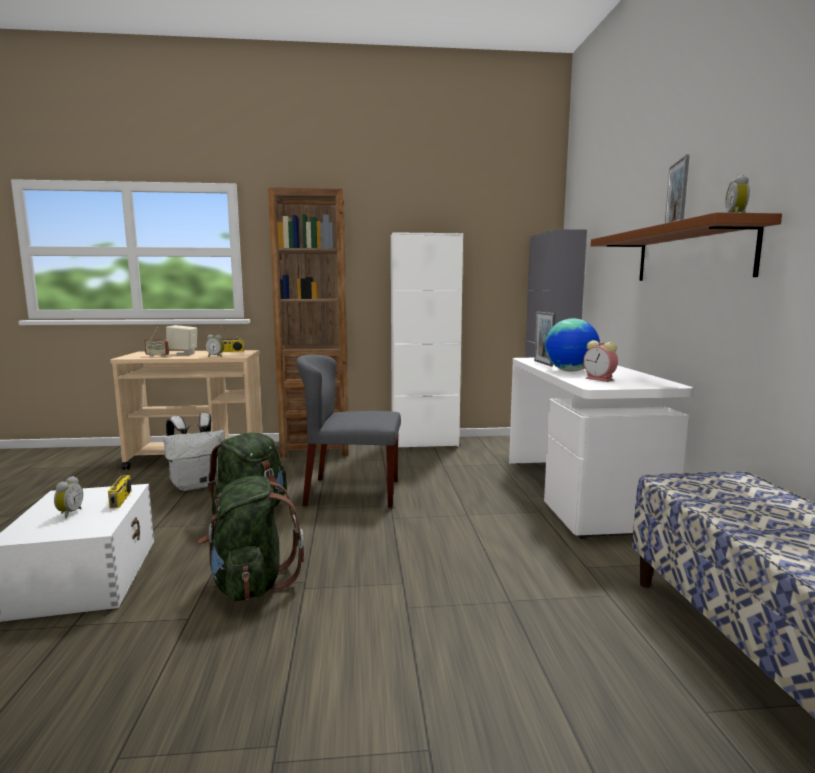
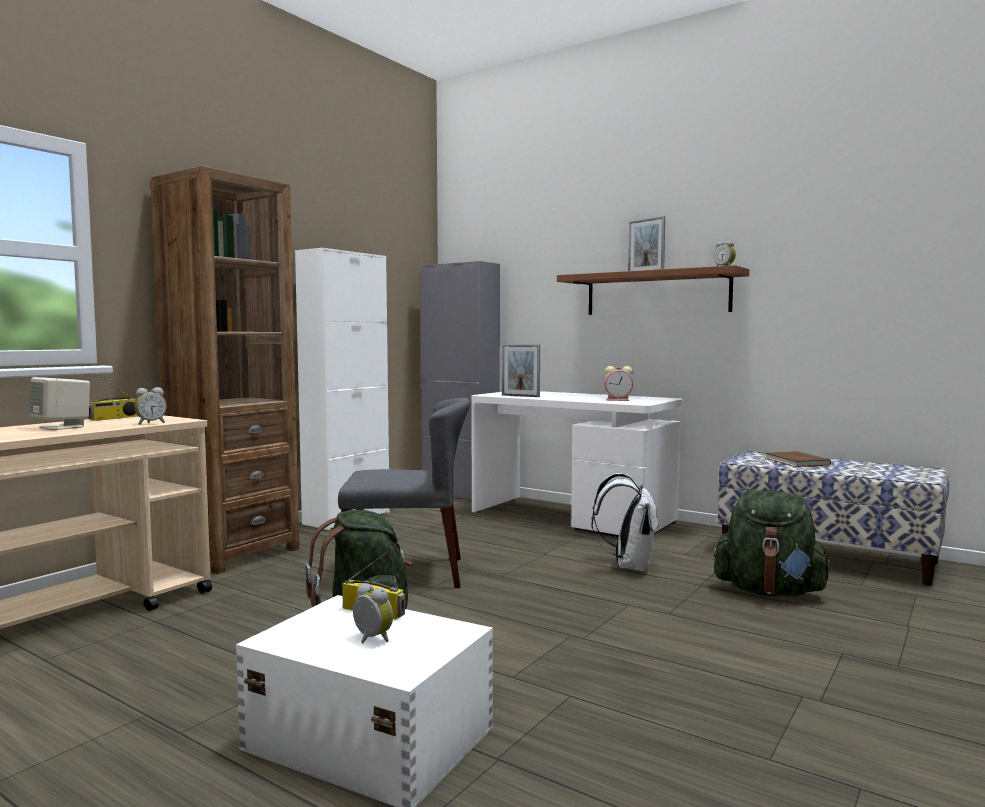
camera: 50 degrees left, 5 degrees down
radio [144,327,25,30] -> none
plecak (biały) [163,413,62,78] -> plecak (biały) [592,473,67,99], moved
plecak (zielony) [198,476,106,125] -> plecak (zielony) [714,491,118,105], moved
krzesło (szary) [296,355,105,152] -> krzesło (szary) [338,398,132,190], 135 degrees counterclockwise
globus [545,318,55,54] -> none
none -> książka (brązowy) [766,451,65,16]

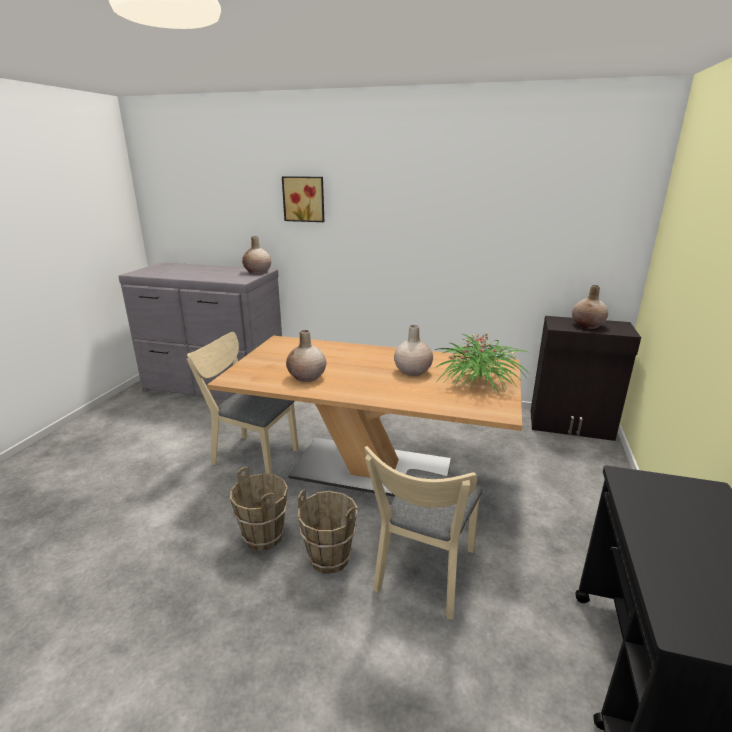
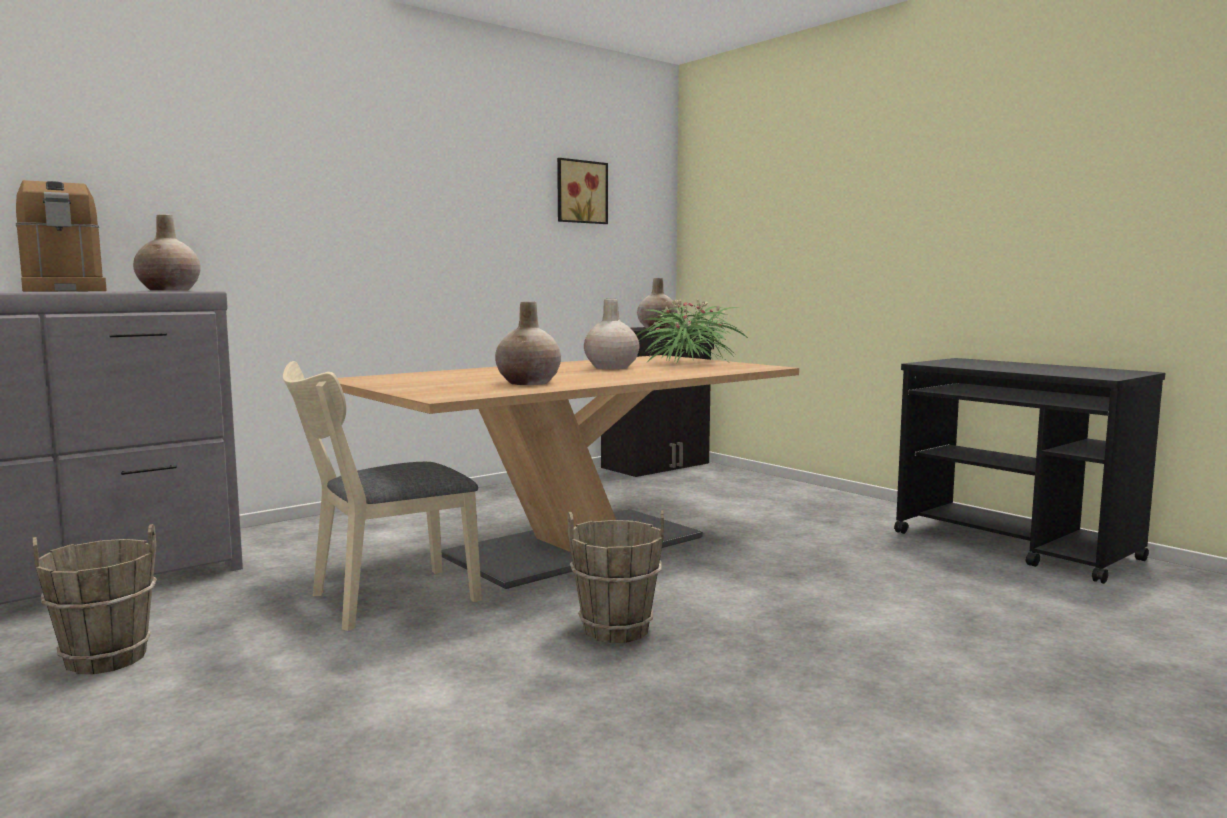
camera: 55 degrees left, 15 degrees down
obraz [282,176,42,46] -> obraz [557,158,51,66], moved
wiadro (brązowy) [298,490,60,84] -> wiadro (brązowy) [33,524,124,150], moved
krzesło (beżowy) [364,446,118,173] -> none
none -> ekspres do kawy [16,180,91,112]

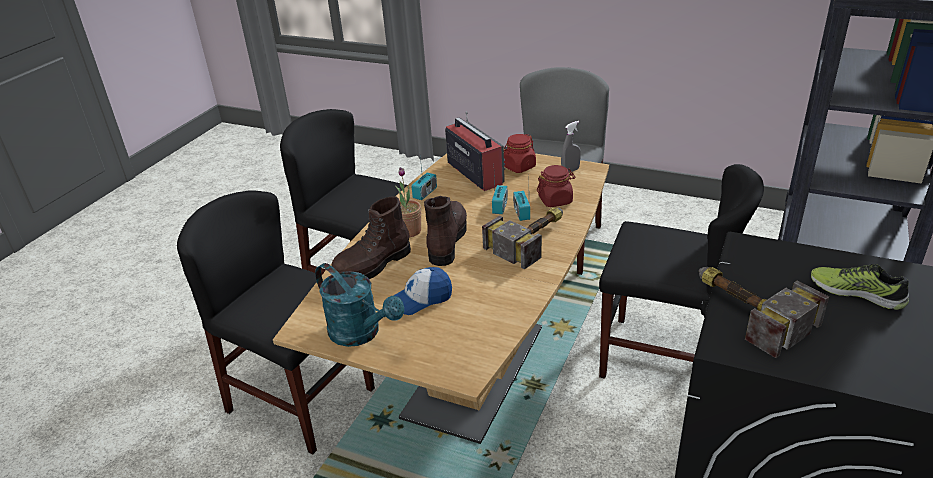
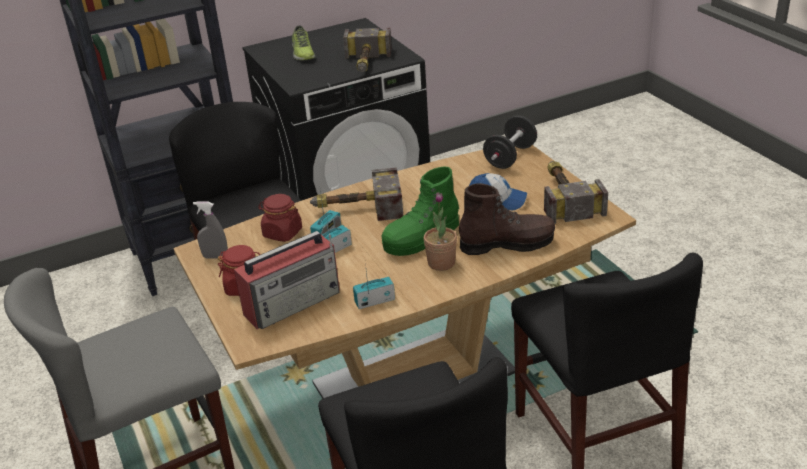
camera: 140 degrees left, 0 degrees up
konewka (turkusowy) [315,263,89,84] -> młotek [544,161,64,63]
but z cholewką (brązowy) [424,196,43,70] -> but z cholewką (zielony) [381,166,78,90]
radio [445,111,60,80] -> radio [234,231,106,98], 135 degrees counterclockwise
none -> hantel (czarny) [483,116,54,53]

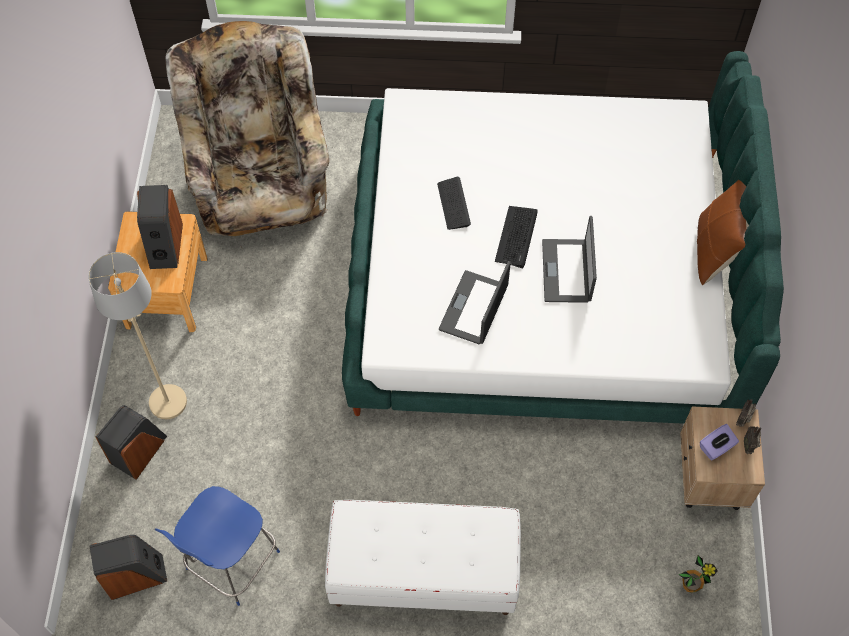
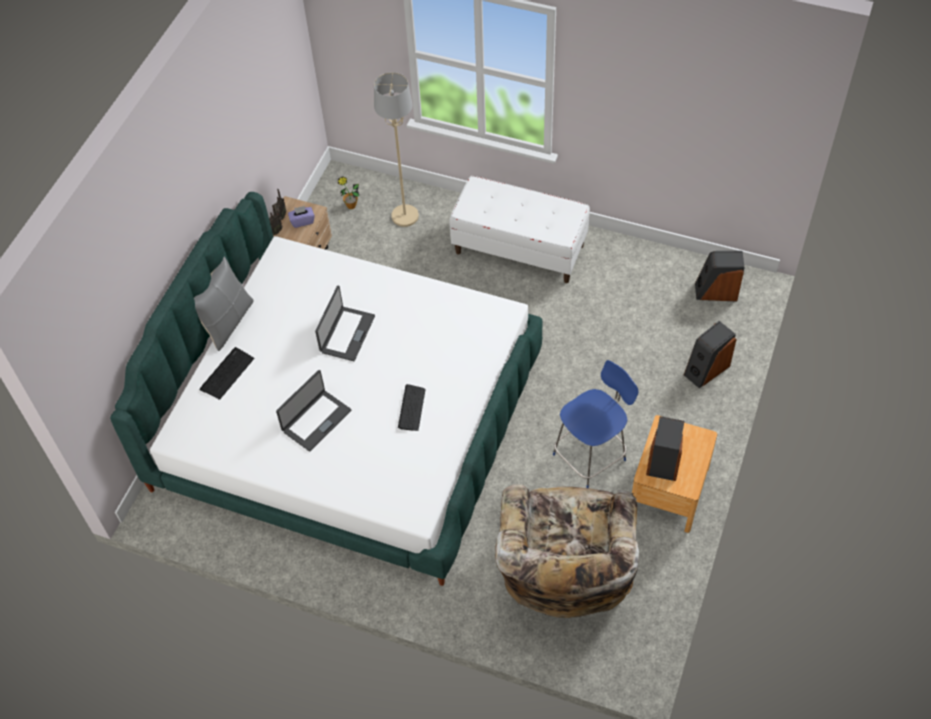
camera: 160 degrees left, 5 degrees down
lampa stojąca (beżowy) [88,252,99,167] -> lampa stojąca (beżowy) [374,72,45,155], moved
krzesło (niebieski) [155,486,125,120] -> krzesło (niebieski) [553,360,86,128], moved
laptop [439,261,72,83] -> laptop [276,370,75,81], moved
klawiatura [495,206,42,62] -> klawiatura [199,347,55,53], moved
poduszka (brązowy) [697,180,52,105] -> poduszka (szary) [194,256,60,95]

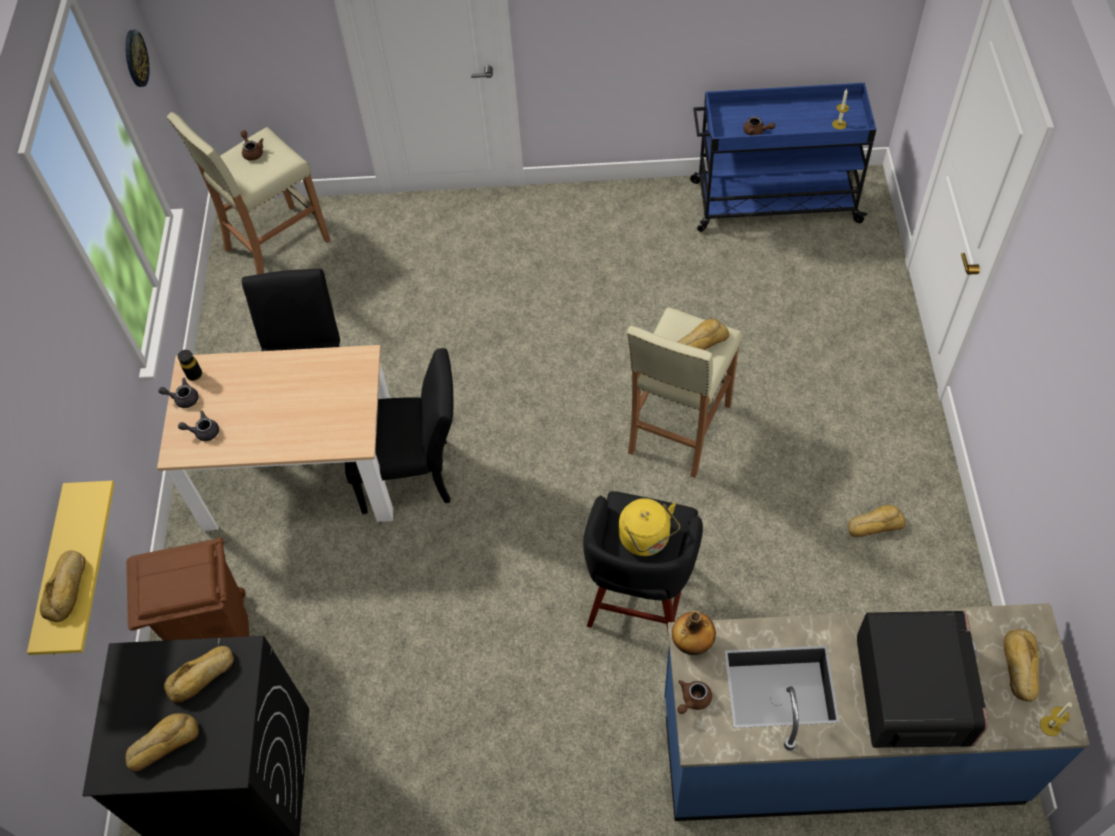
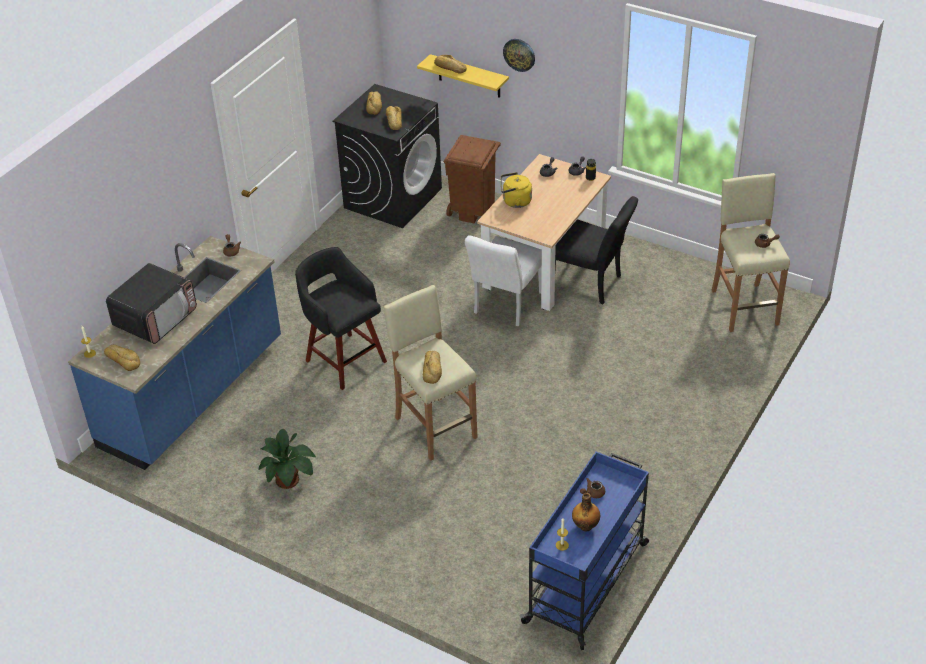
camera: 120 degrees right, 15 degrees down
zegar ścienny [125,29,24,58] -> zegar ścienny [503,39,32,33], moved
krzesło (czarny) [345,348,108,166] -> krzesło (biały) [465,235,77,91]
czajnik (żółty) [619,498,61,58] -> czajnik (żółty) [501,172,31,36], moved
butelka [672,611,44,44] -> butelka [572,493,28,39], moved
chleb [848,505,58,32] -> roślina doniczkowa [258,429,58,60]
mikrofalówka [857,611,131,137] -> mikrofalówka [106,263,91,81], 90 degrees counterclockwise

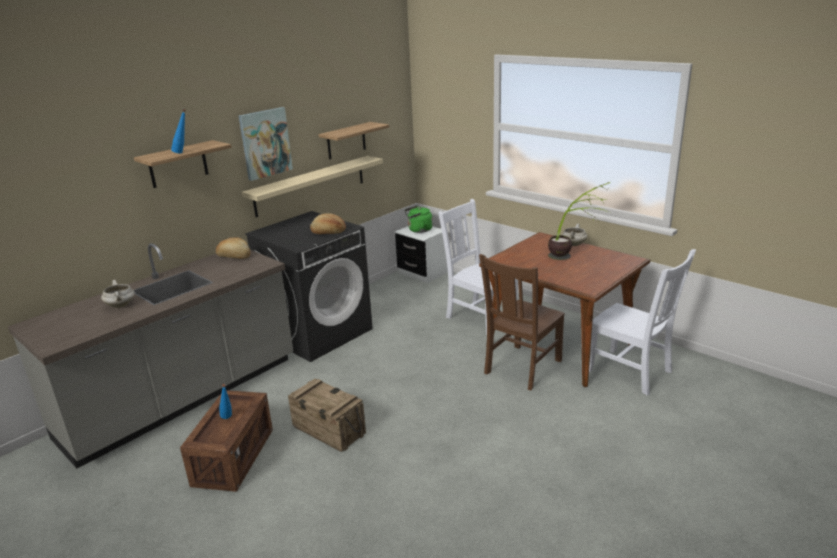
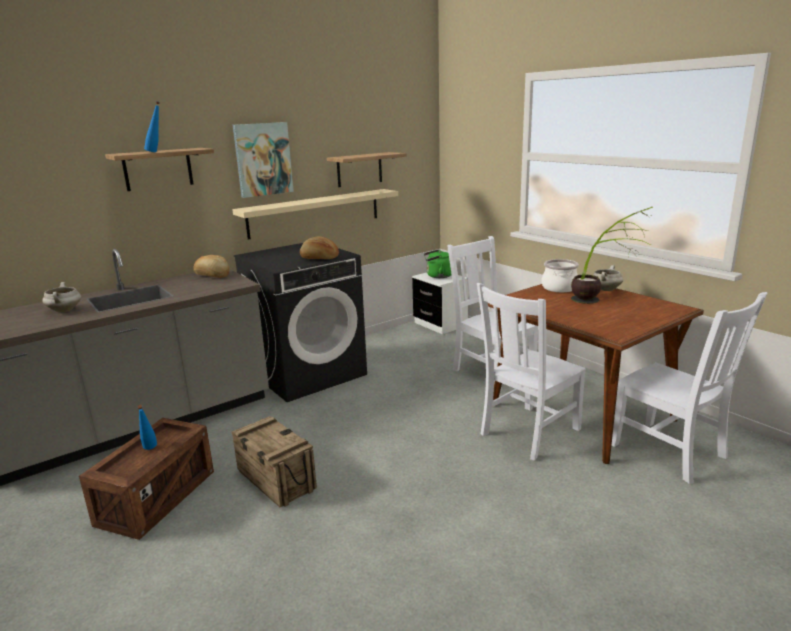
camera: 10 degrees right, 5 degrees down
krzesło (brązowy) [479,254,86,136] -> krzesło (biały) [477,283,109,178]
none -> garnek [542,259,37,33]

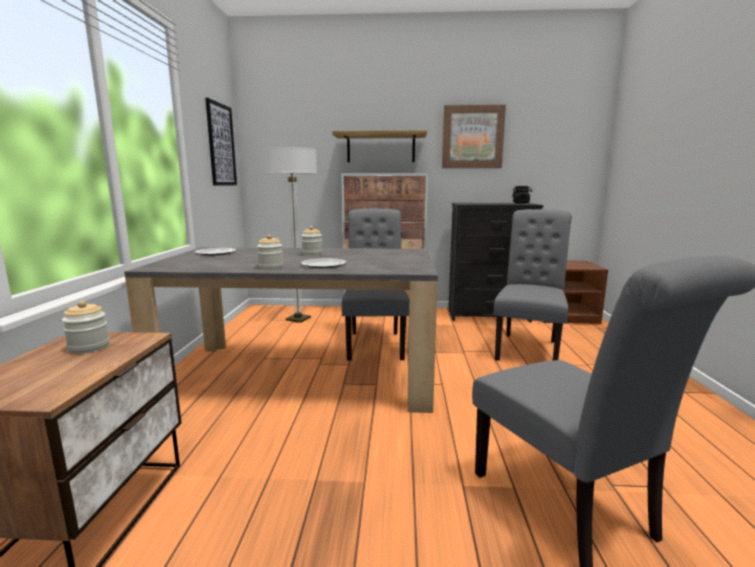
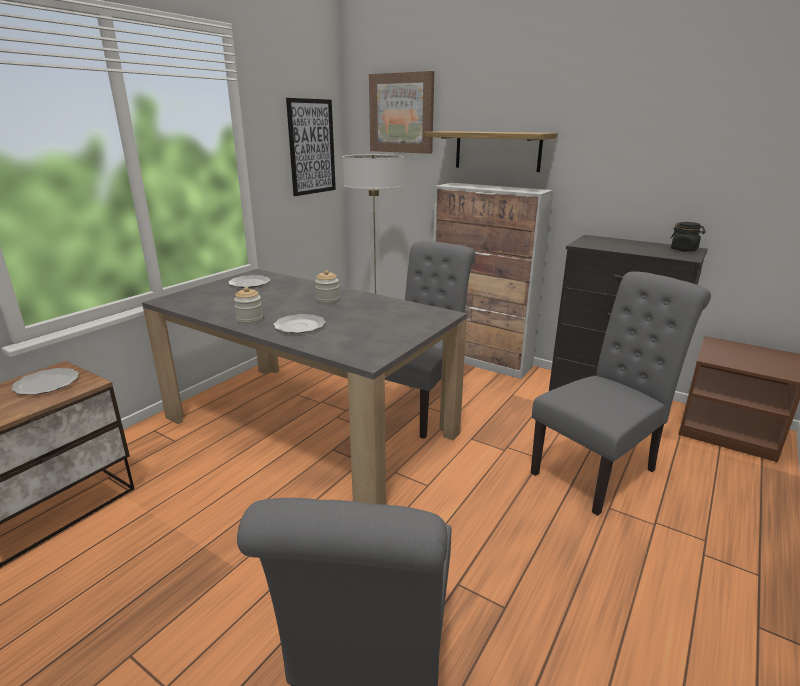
camera: 30 degrees right, 10 degrees up
słoik [62,301,48,53] -> talerz [11,368,68,27]
obraz [442,105,64,63] -> obraz [369,71,65,83], moved

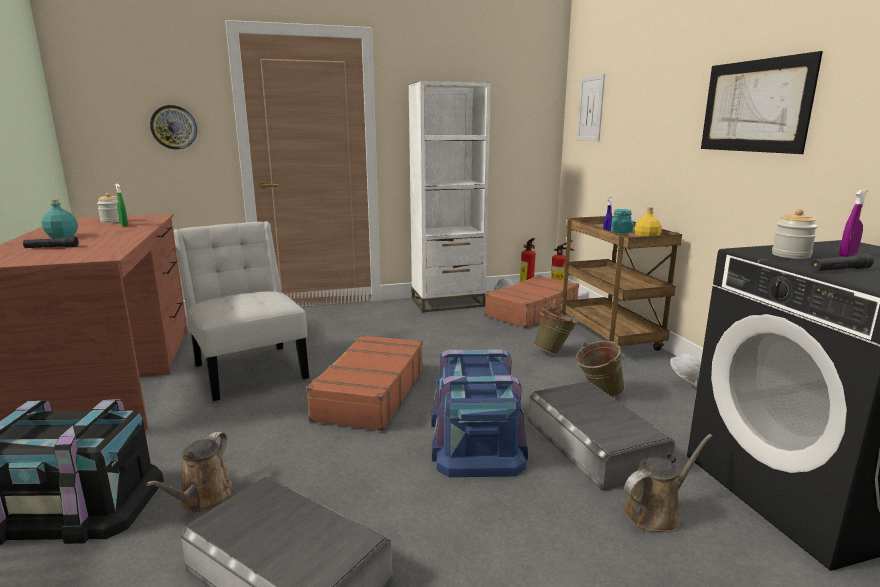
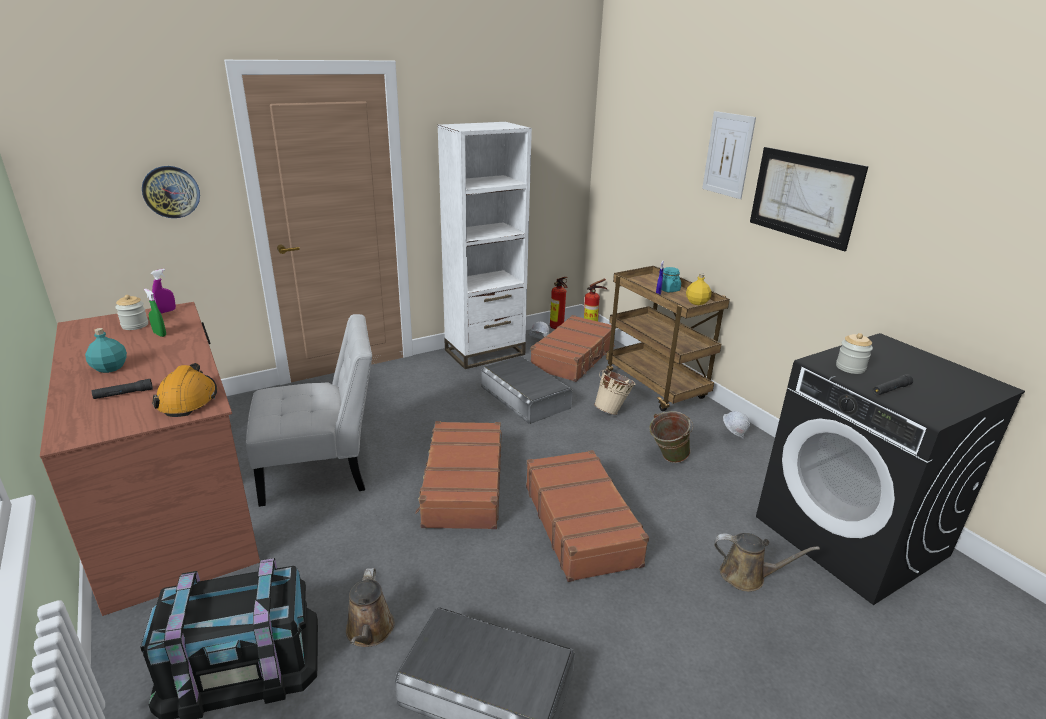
camera: 15 degrees left, 10 degrees up
krzesło (biały) [173,221,136,180] -> krzesło (biały) [246,314,126,193], 120 degrees clockwise
pojemnik do przechowywania (niebieski) [431,349,97,128] -> walizka (brązowy) [526,450,123,132]
pojemnik do przechowywania (szary) [528,381,147,110] -> pojemnik do przechowywania (szary) [481,356,92,68], moved
wiadro (zielony) [534,307,44,47] -> wiadro (beżowy) [594,368,42,47]
obraz [577,74,28,67] -> obraz [702,111,54,88], moved
konewka (brązowy) [623,434,89,98] -> konewka (brązowy) [714,533,106,59], 60 degrees clockwise
spryskiwacz (fioletowy) [839,189,29,68] -> spryskiwacz (fioletowy) [150,269,26,45], moved
none -> kask (pomarańczowy) [152,363,65,54]

